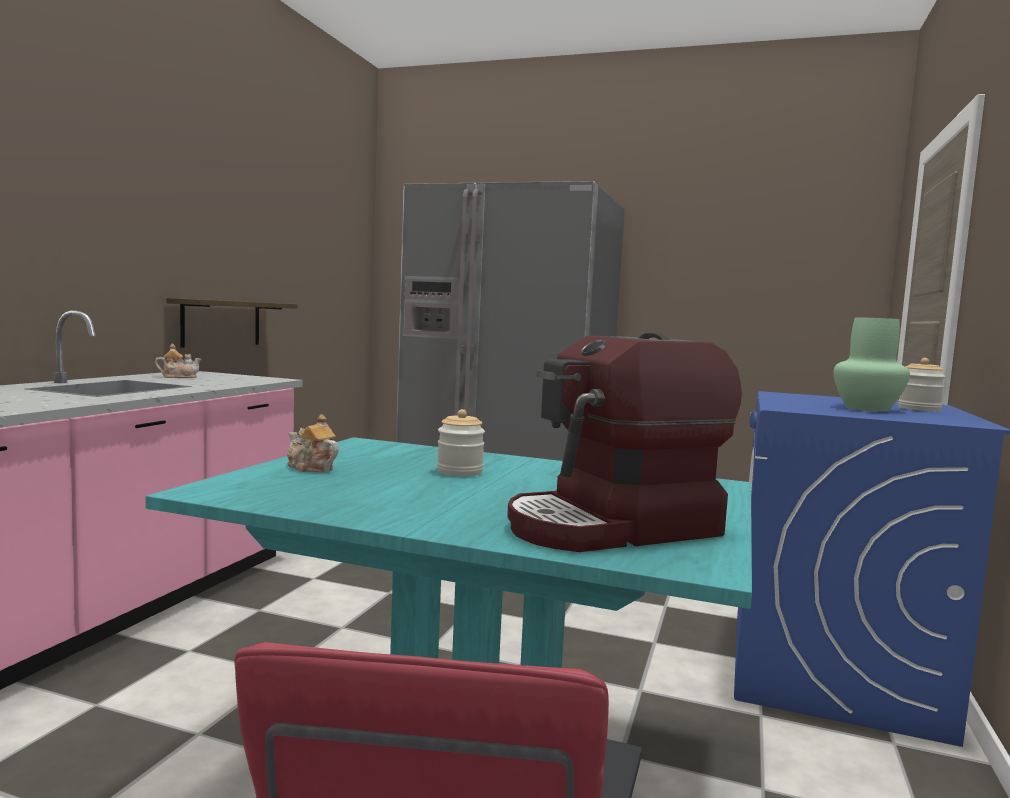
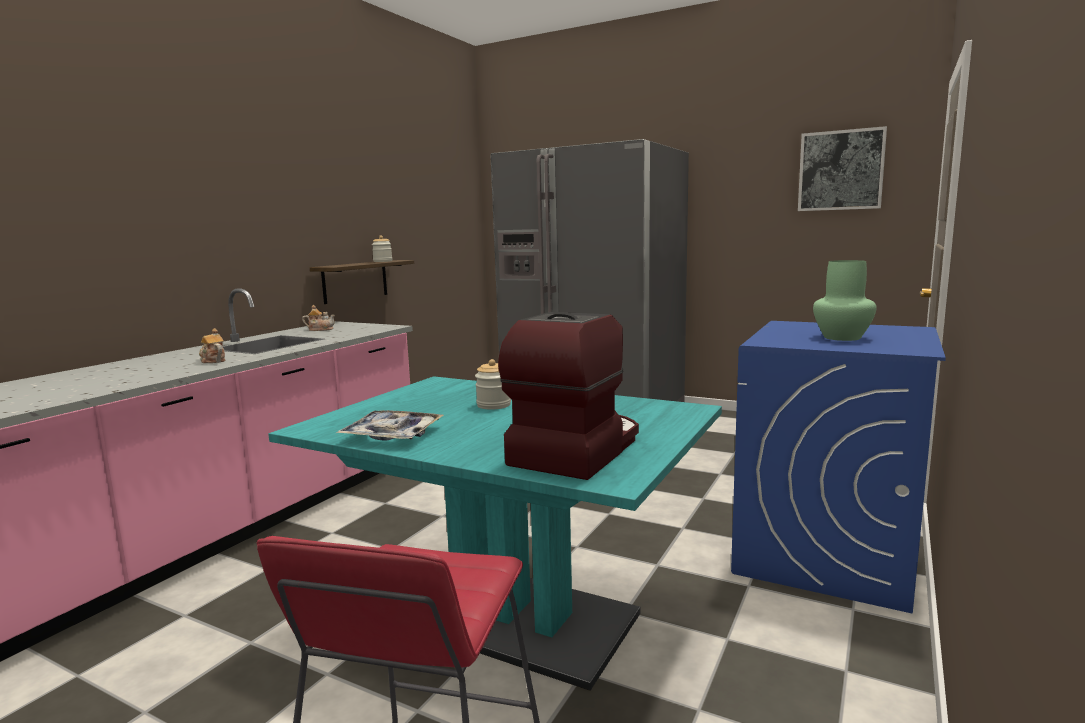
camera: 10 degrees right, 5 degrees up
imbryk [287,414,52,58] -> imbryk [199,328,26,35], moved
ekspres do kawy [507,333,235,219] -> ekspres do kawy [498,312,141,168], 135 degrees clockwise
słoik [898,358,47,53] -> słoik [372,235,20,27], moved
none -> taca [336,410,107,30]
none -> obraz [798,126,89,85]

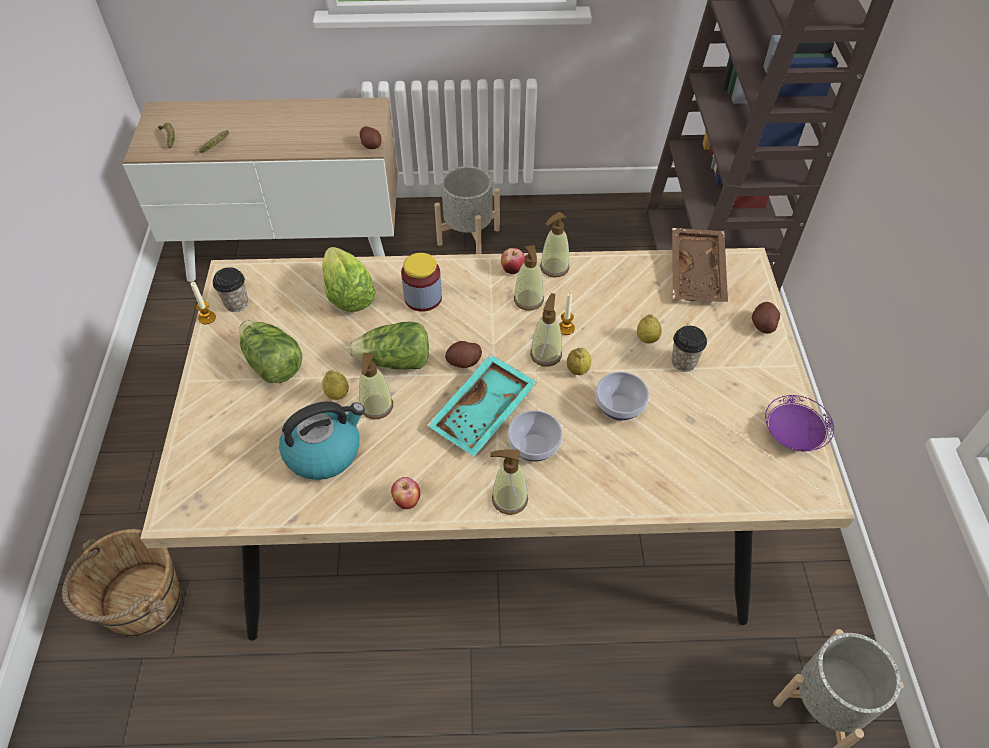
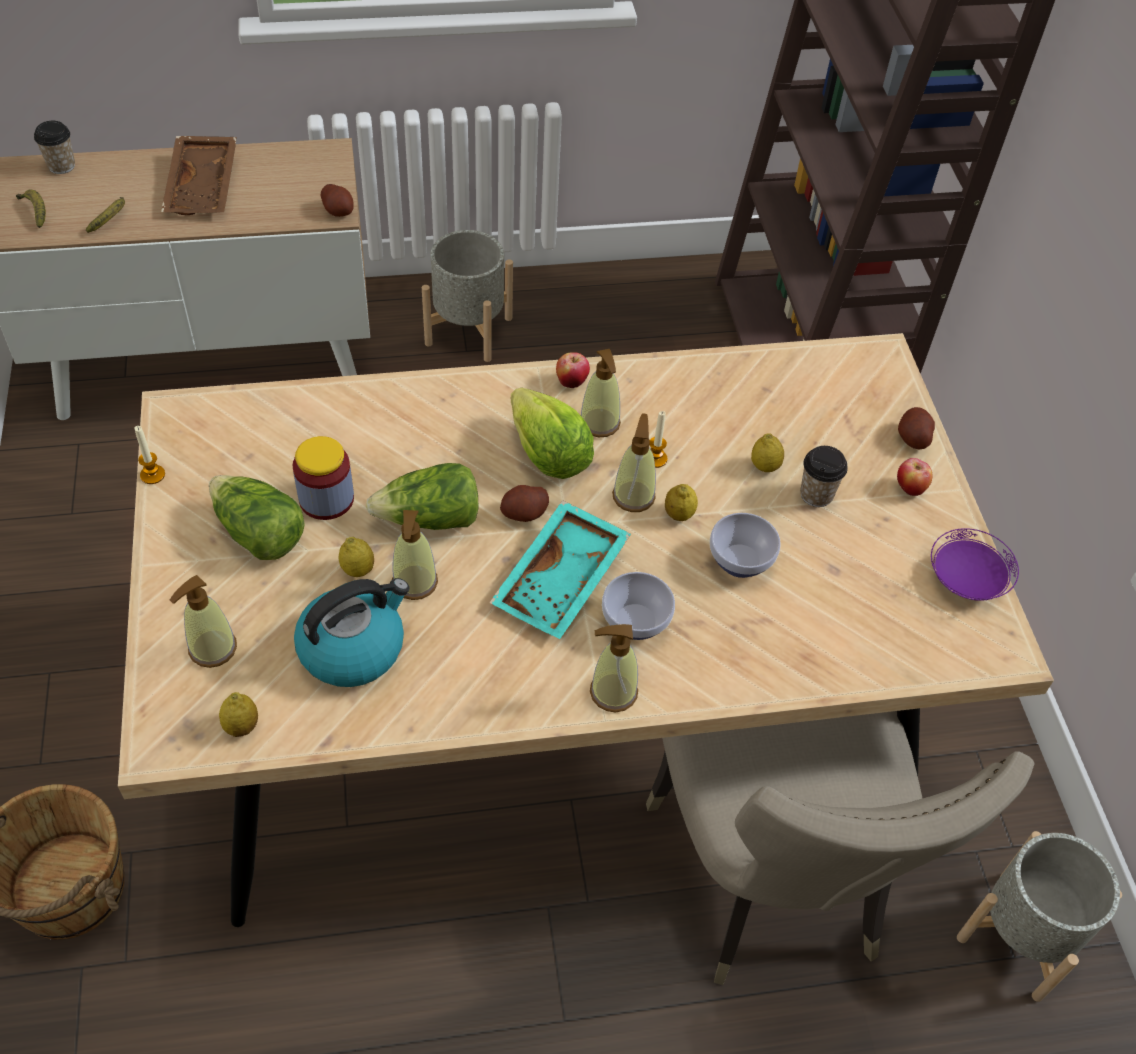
camera: 10 degrees left, 0 degrees up
filiżanka [213,267,35,45] -> filiżanka [34,121,41,53], moved
sałata [322,247,54,65] -> sałata [511,387,83,92], moved
jabłko [391,477,29,32] -> jabłko [897,458,35,38], moved
słoik [401,253,41,59] -> słoik [293,436,61,84], moved
dozownik mydła [540,212,30,65] -> dozownik mydła [170,575,67,93], moved
taca (brązowy) [672,228,56,74] -> taca (brązowy) [161,136,76,79], moved
none -> cytryna [219,692,39,45]
none -> krzesło (beżowy) [646,711,389,274]

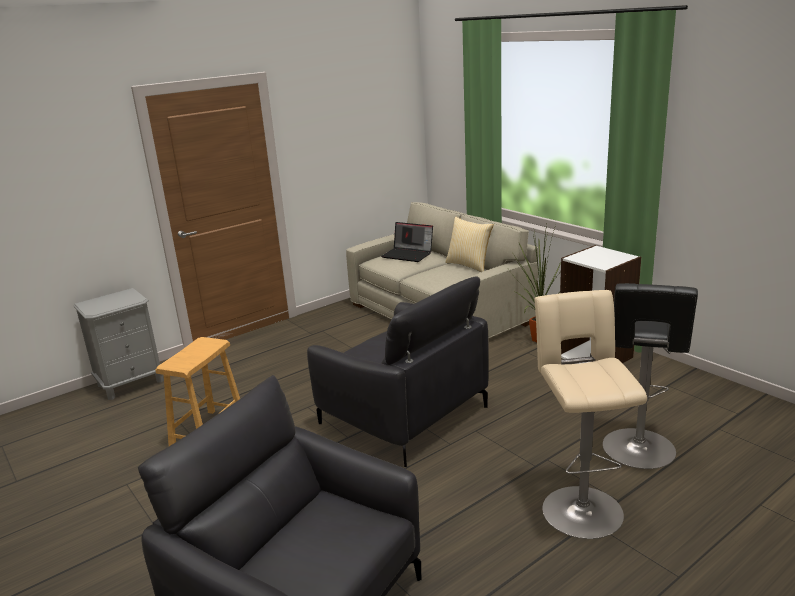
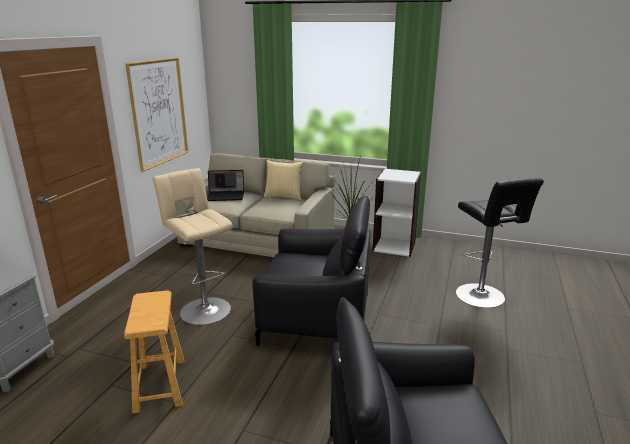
camera: 35 degrees left, 0 degrees up
stołek (beżowy) [534,290,113,249] -> stołek (beżowy) [152,168,81,157], moved
none -> obraz [125,58,63,114]

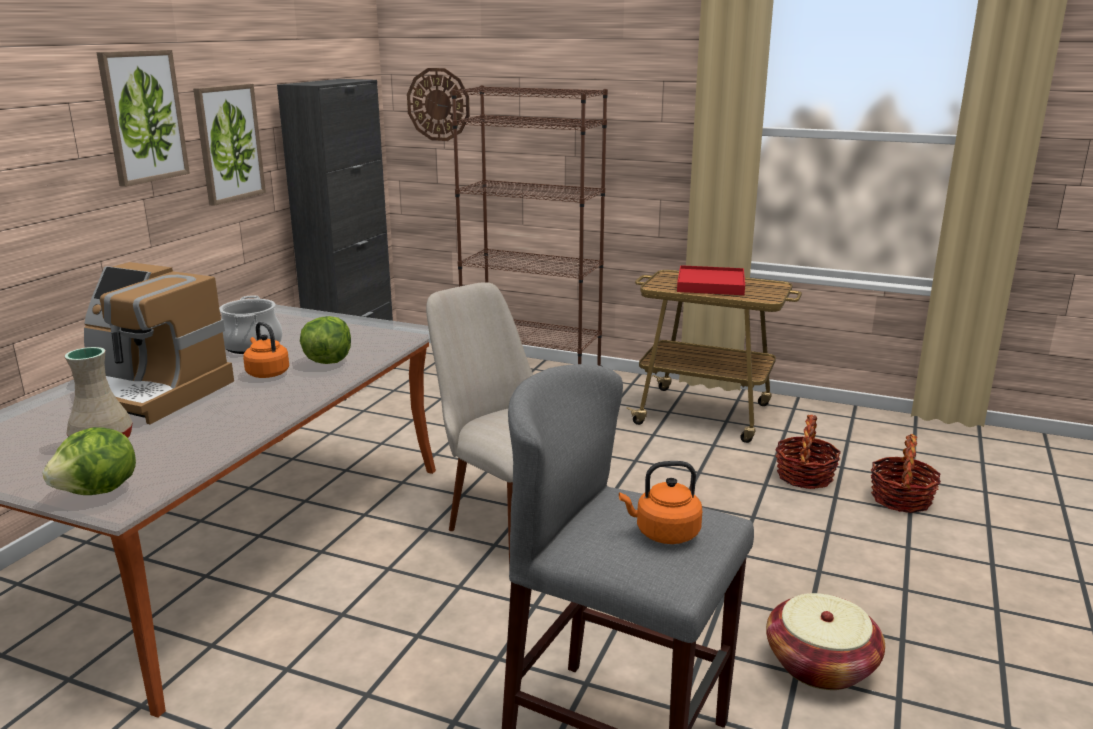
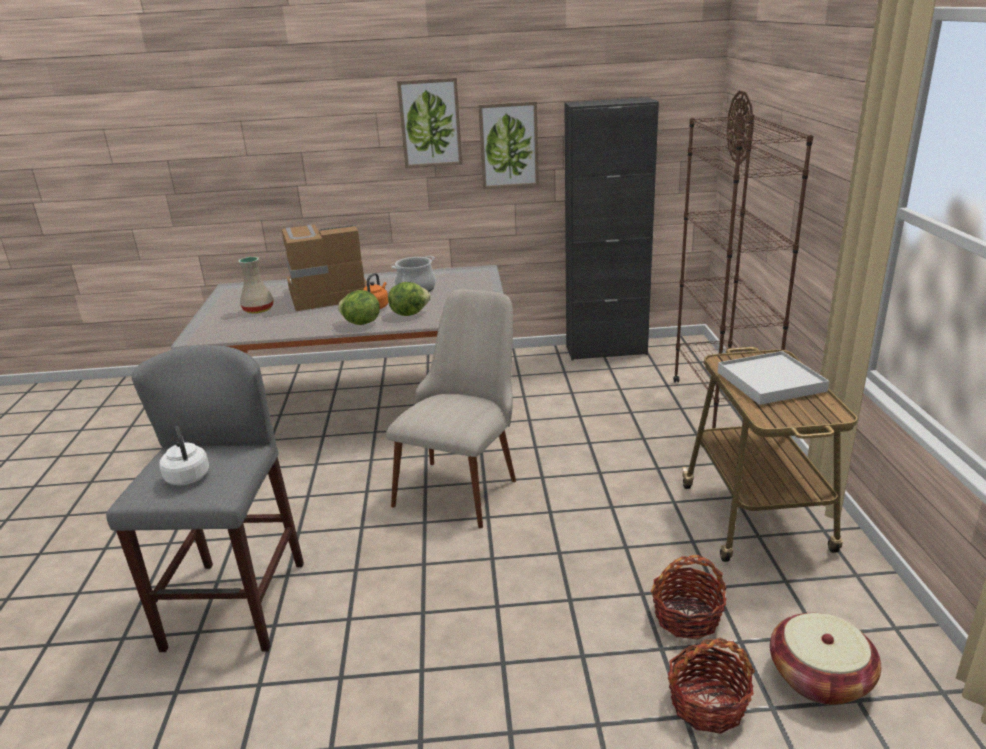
camera: 65 degrees right, 5 degrees up
sałata [42,427,94,68] -> sałata [338,290,42,35], moved
ekspres do kawy [84,262,150,162] -> ekspres do kawy [282,225,85,86], 75 degrees clockwise
czajnik (pomarańczowy) [619,461,83,83] -> czajnik (biały) [159,426,50,60]
taca (czerwony) [677,265,68,30] -> taca (biały) [718,351,111,54]
koszyk [766,593,119,97] -> koszyk [770,613,111,92], moved

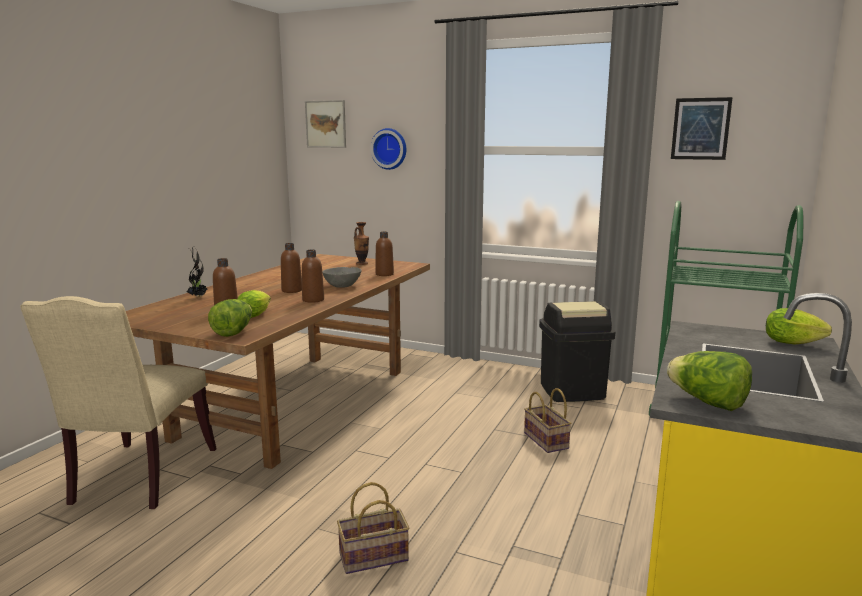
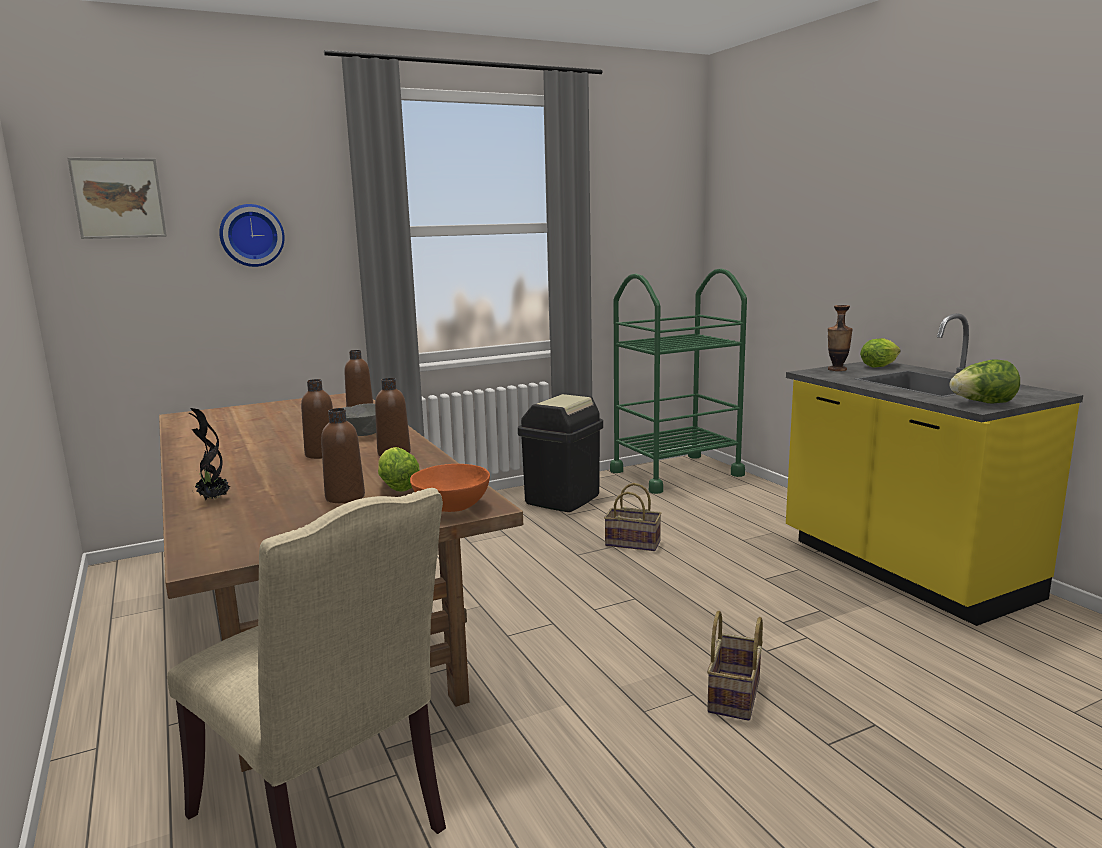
camera: 50 degrees left, 0 degrees up
sałata [208,299,44,38] -> miska (pomarańczowy) [410,464,80,48]
wazon [354,222,15,43] -> wazon [828,305,25,66], moved
obraz [671,97,62,63] -> none

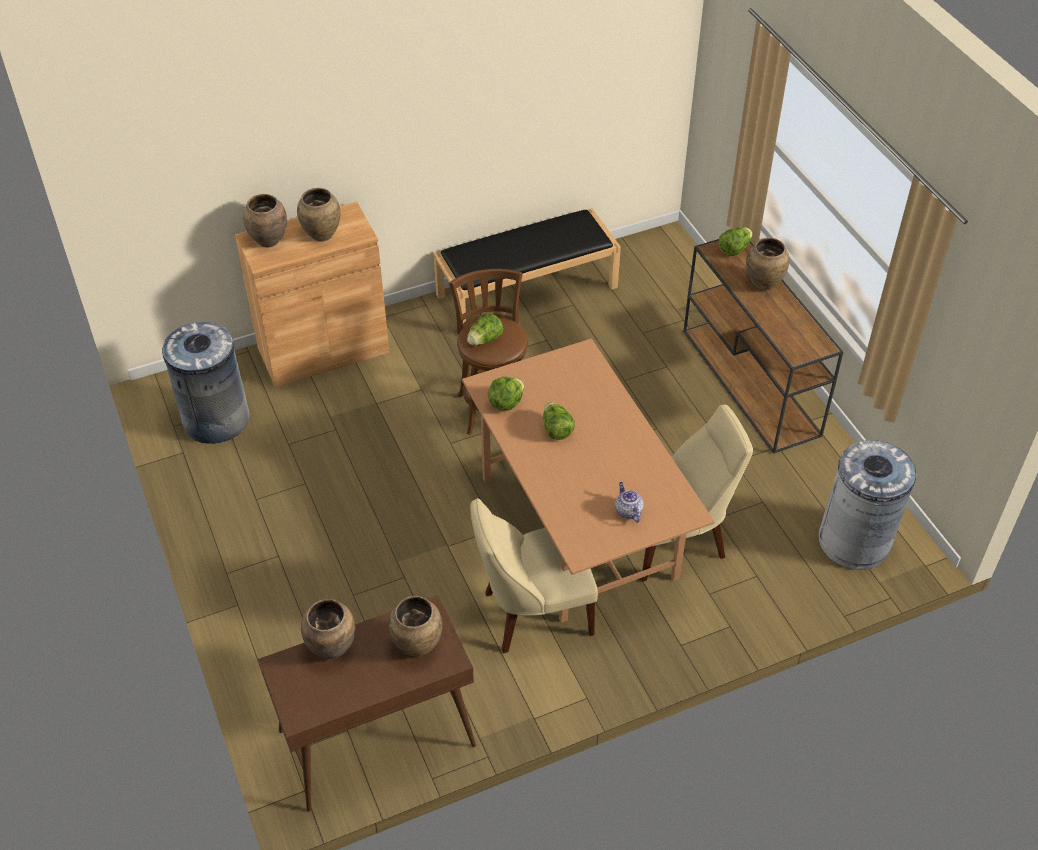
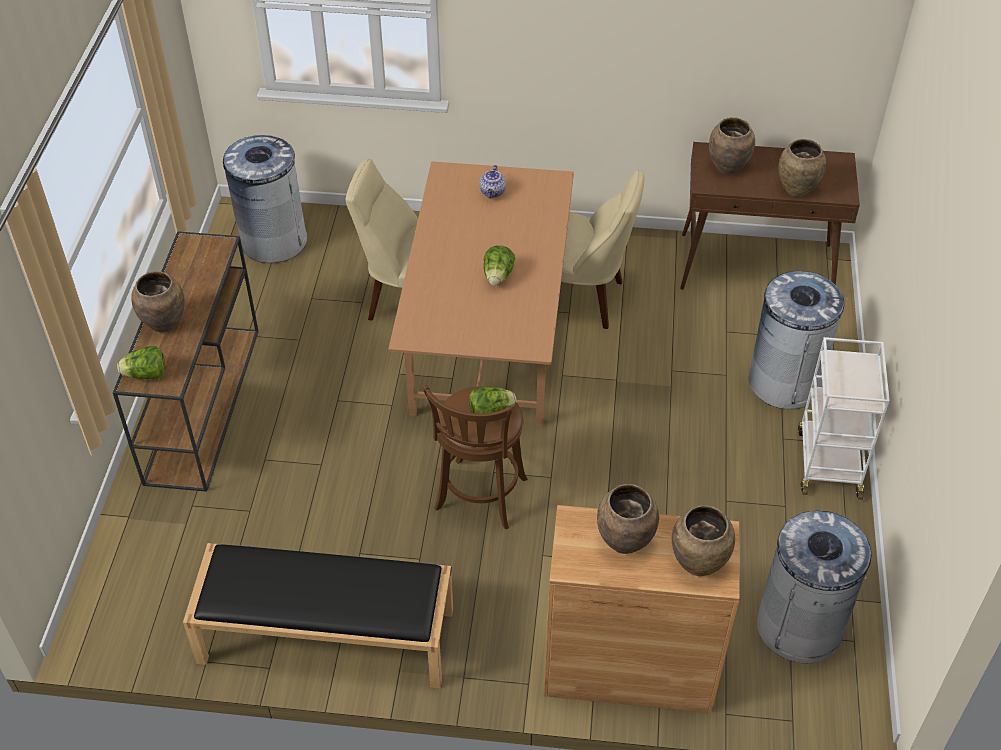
camera: 150 degrees left, 0 degrees up
sałata [487,377,37,34] -> none
none -> kosz na śmieci (szary) [748,271,99,138]
none -> wózek (biały) [798,337,92,163]

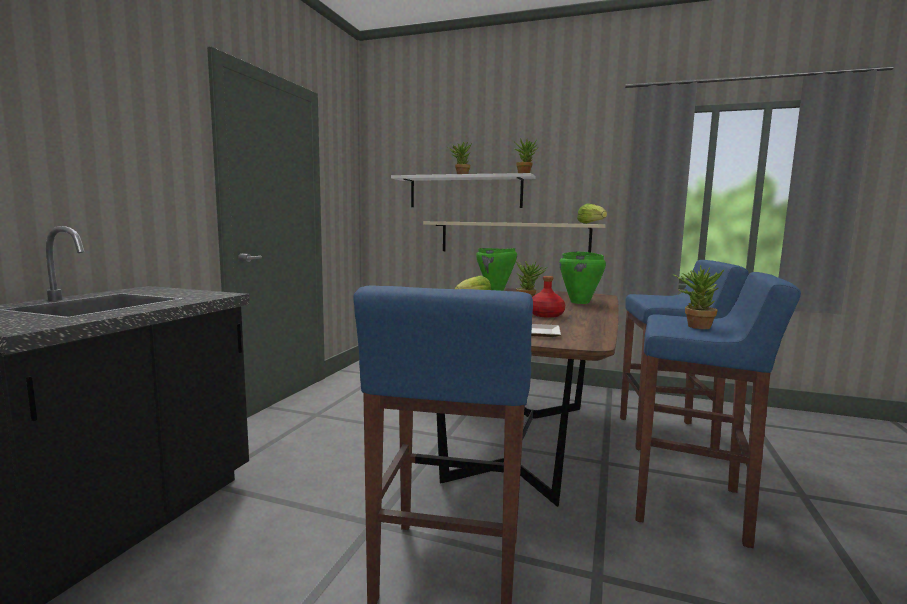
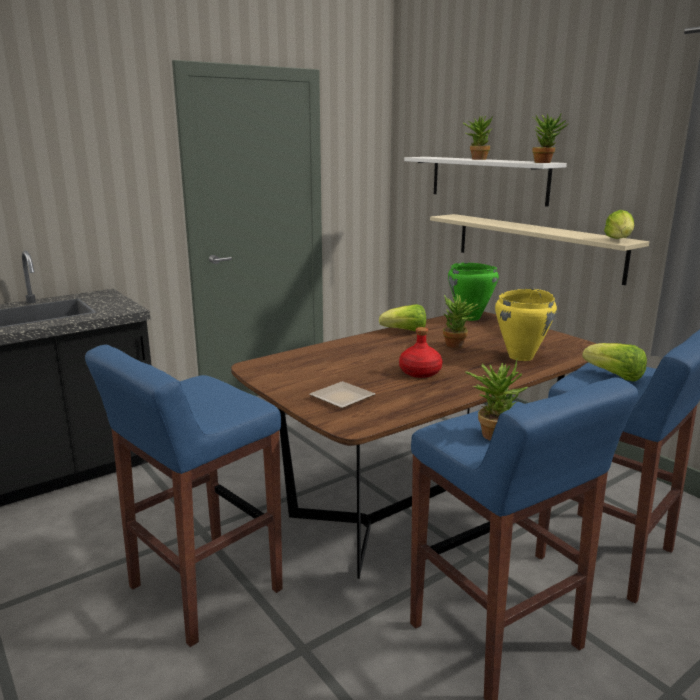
camera: 35 degrees right, 10 degrees up
garnek (zielony) [559,251,47,53] -> garnek (żółty) [495,289,62,72]
none -> sałata [582,343,65,39]

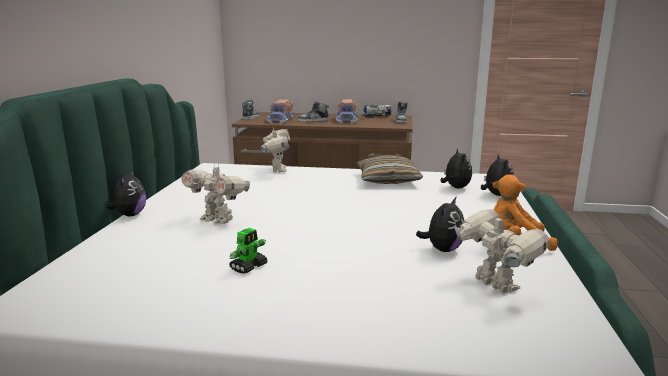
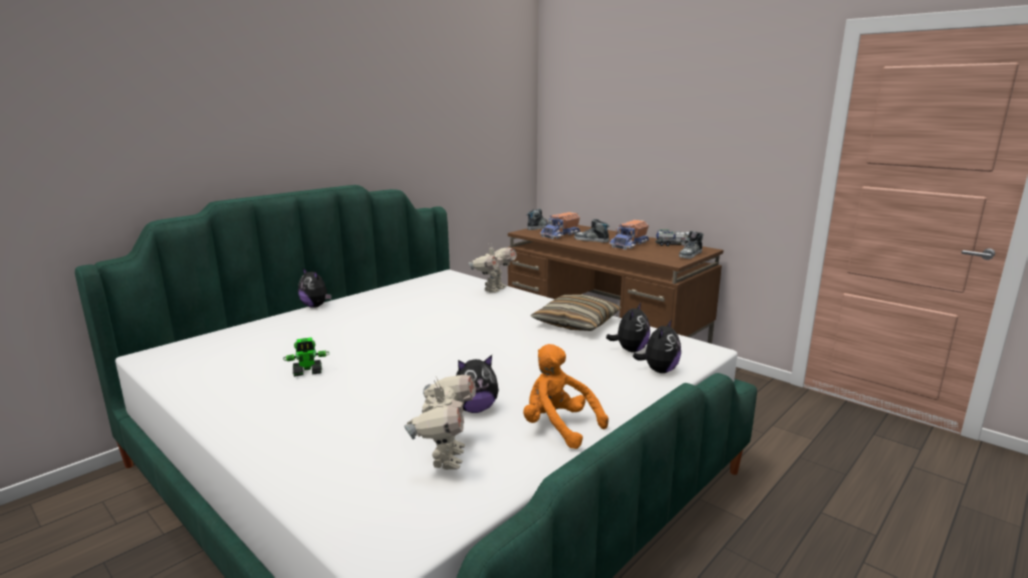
camera: 35 degrees right, 0 degrees up
pluszak [108,169,38,47] -> pluszak [298,267,34,41], 90 degrees clockwise
robot zabawkowy [181,161,69,63] -> none

